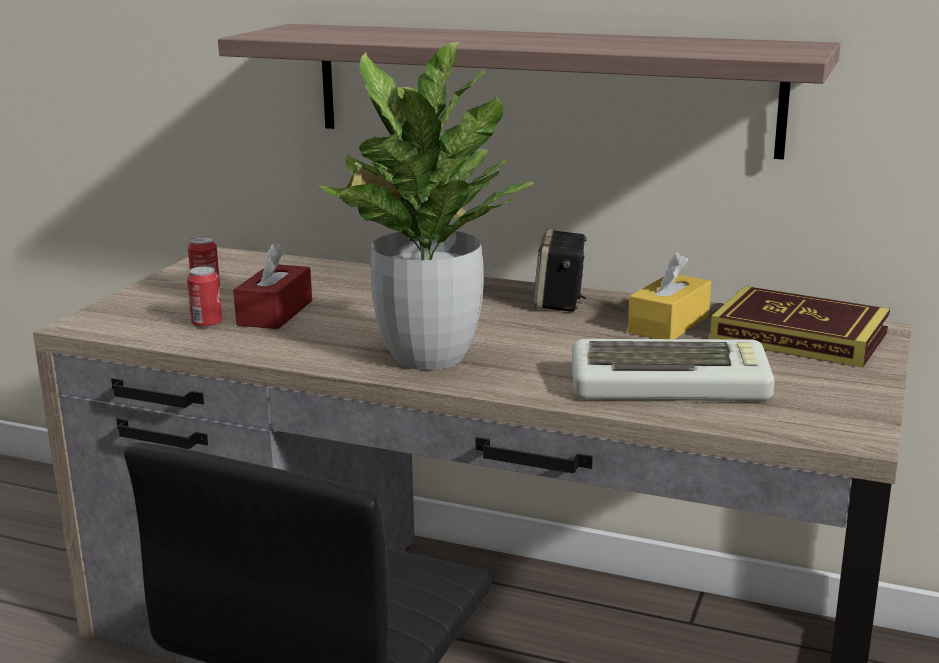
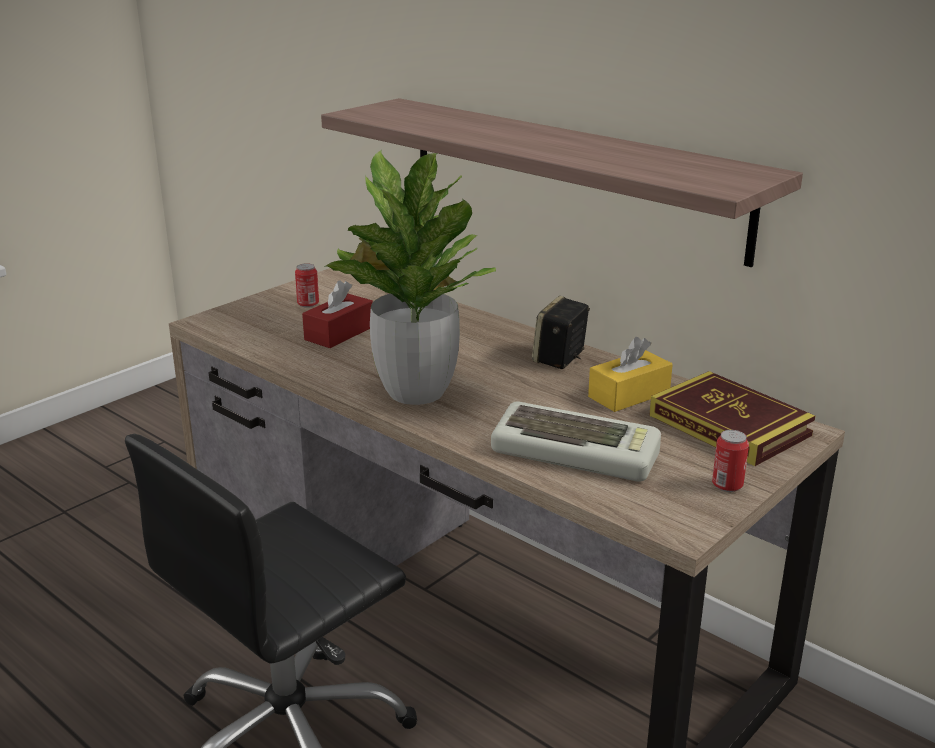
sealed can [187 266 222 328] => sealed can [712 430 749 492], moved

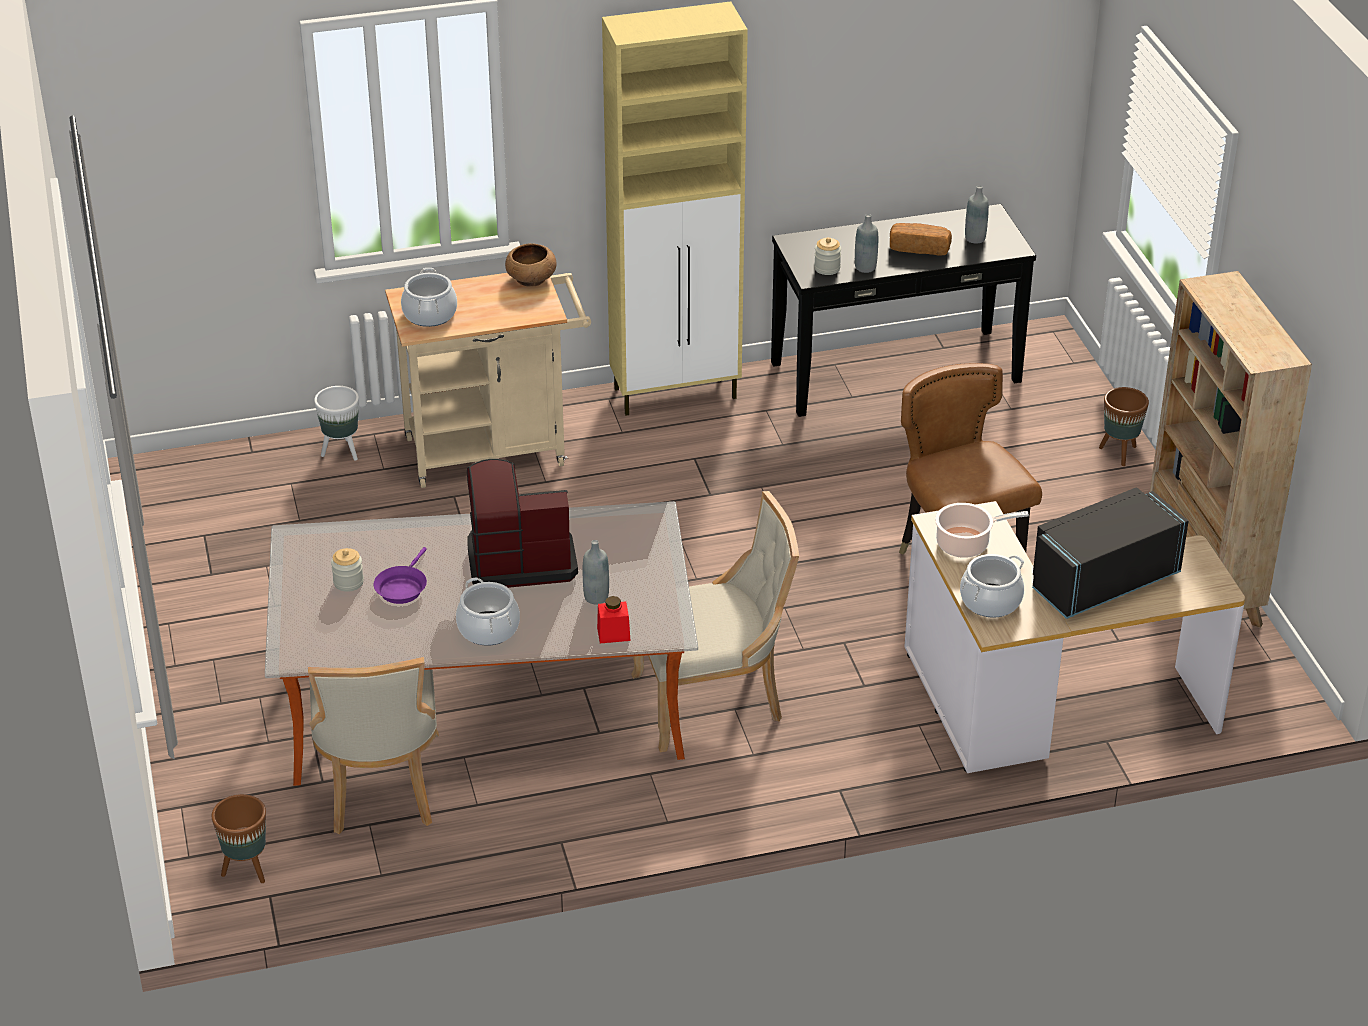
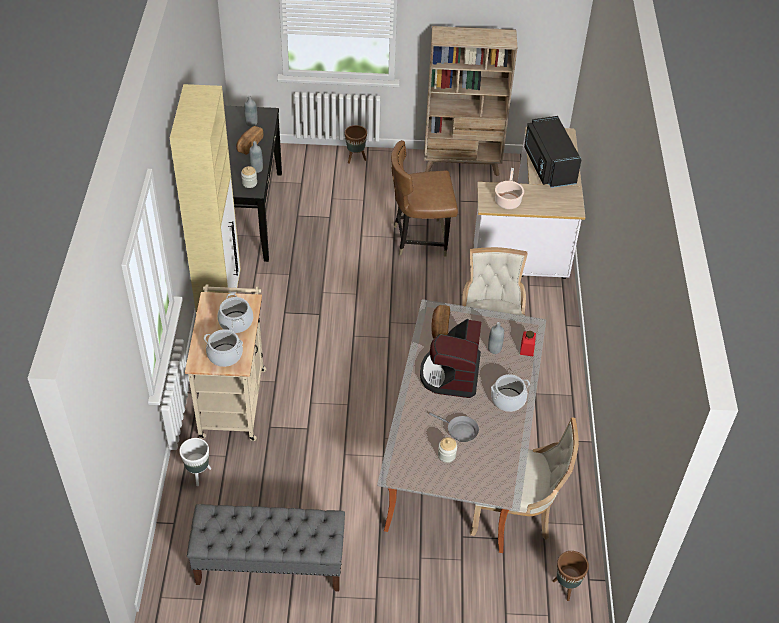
purplish frying pan [373 547 427 604] => greyish frying pan [429 412 479 442]
brown-coloured deep dish [505 243 557 287] => nothing
cooking pot [960 554 1024 618] => cooking pot [217 293 253 333], moved
nothing => greyish bench [187 504 345 591]
nothing => bread [432 305 450 339]

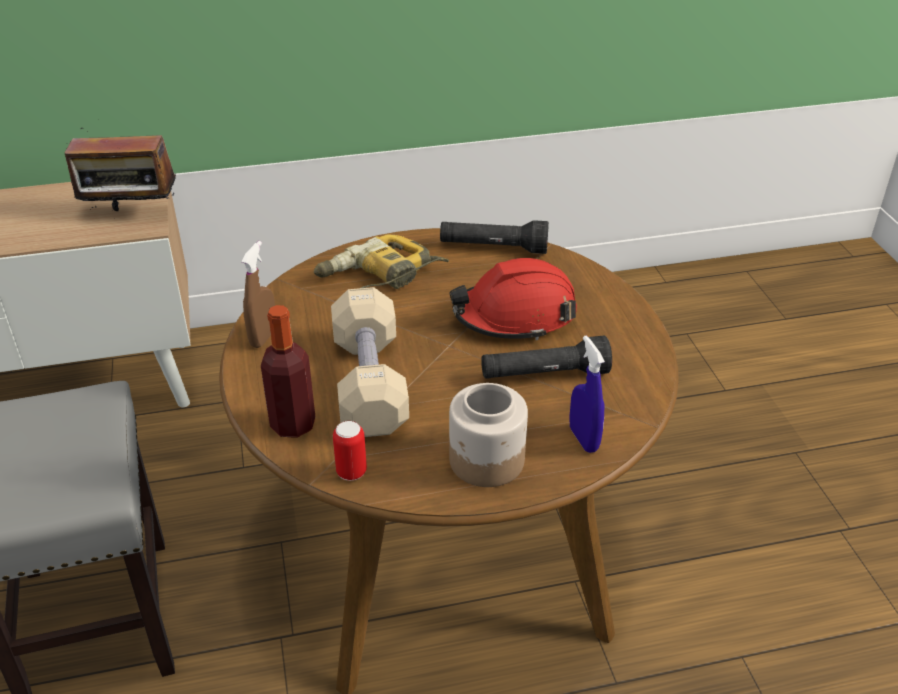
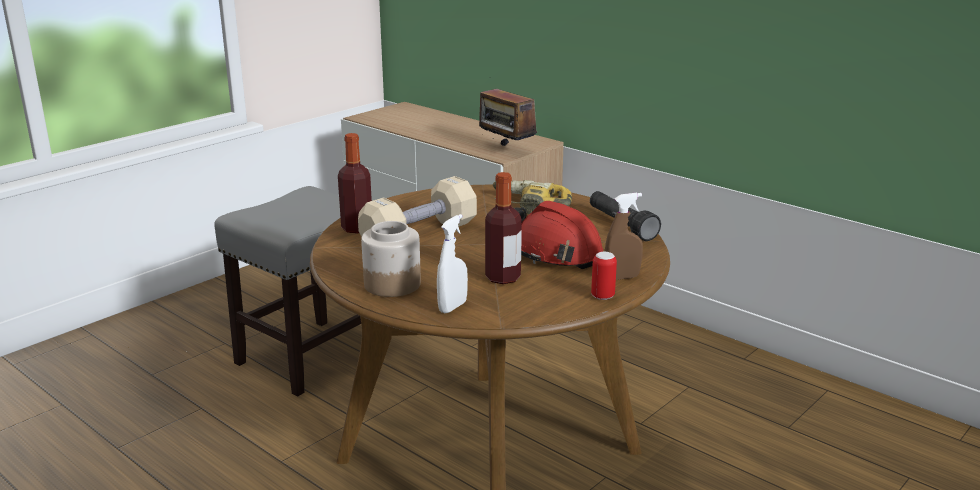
brown-coloured spray bottle [241 241 275 348] => brown-coloured spray bottle [605 193 643 280], moved
sealed can [333 421 367 481] => sealed can [591 252 617 300], moved
black flashlight [481 335 612 378] => drink bottle [485 172 522 284]
blue-coloured spray bottle [569 336 605 453] => white-coloured spray bottle [437 214 468 313]

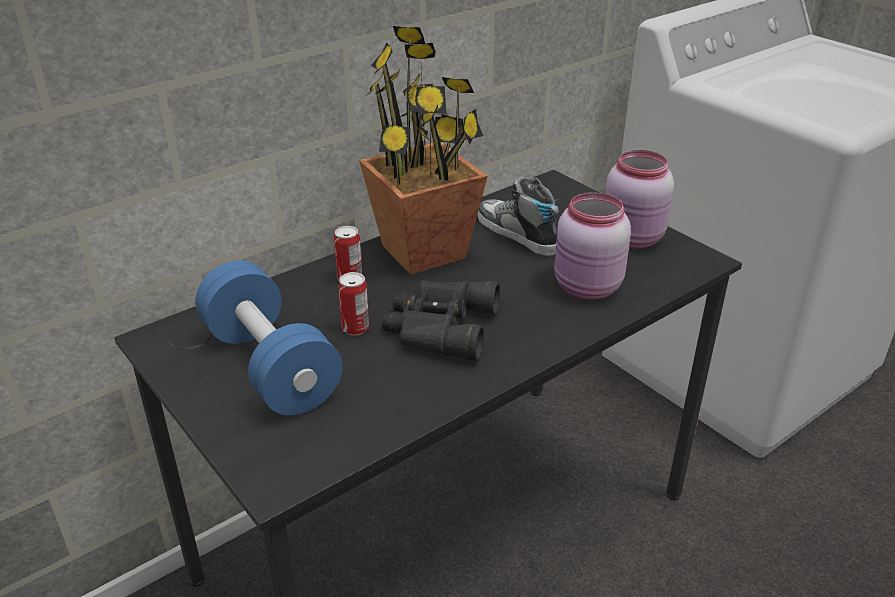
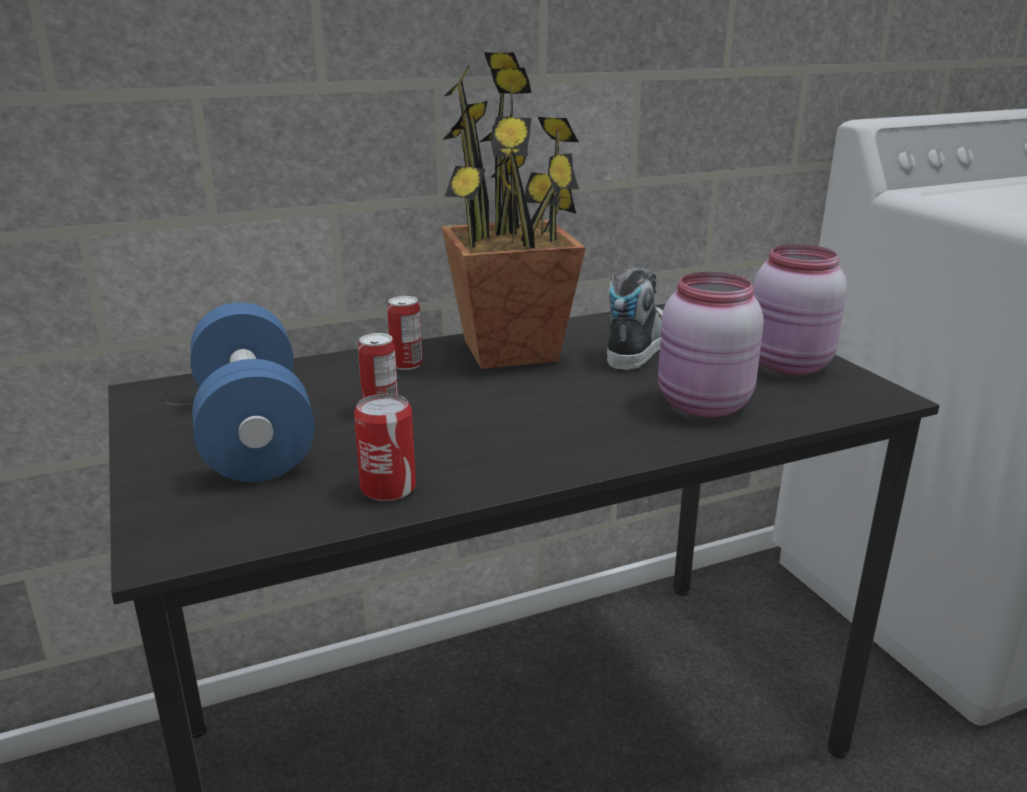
black pair of binoculars [382 280 500 361] => nothing
shoe [477 176 559 256] => shoe [607 268 663 370], 45 degrees clockwise
nothing => sealed can [354 394 416 501]

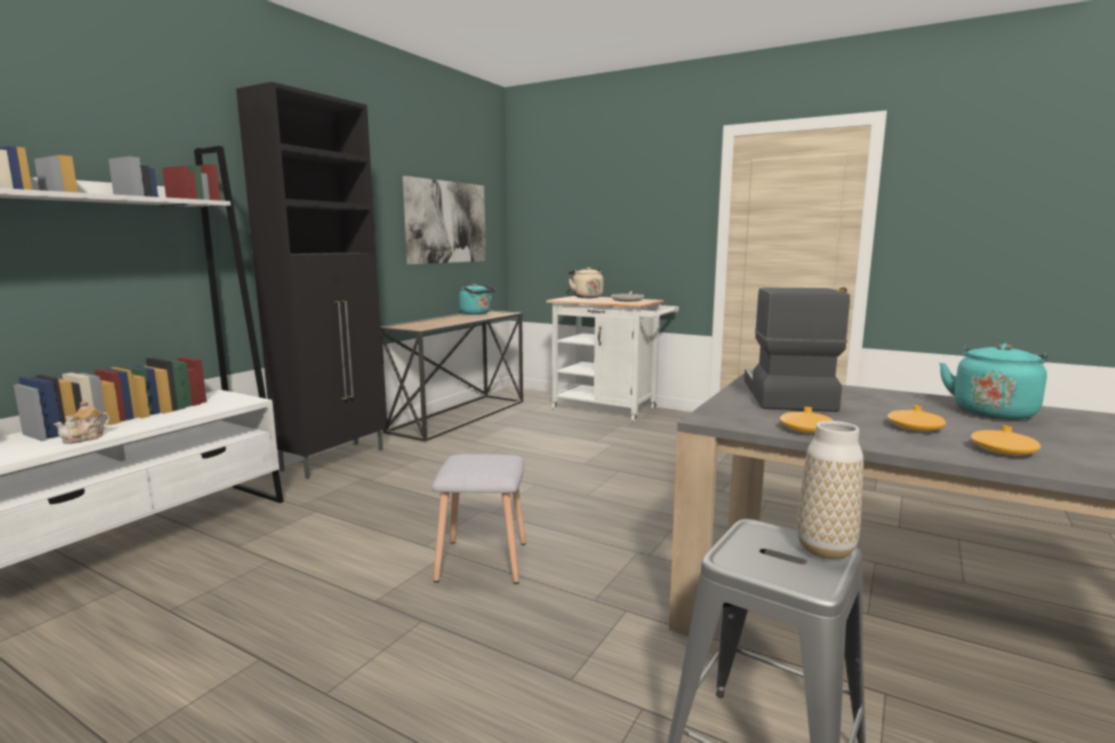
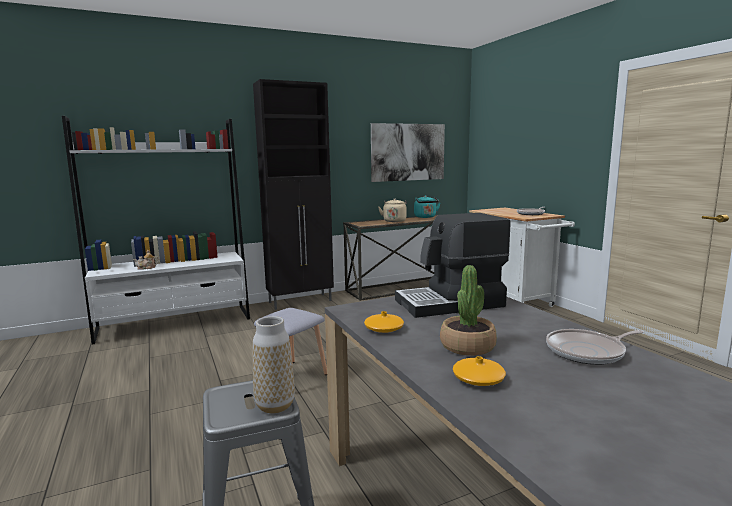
sand-coloured tea kettle [568 267 603 298] => sand-coloured tea kettle [378 199 407 222], moved
coffee machine [744 287 850 412] => coffee machine [395 213 511 318], 150 degrees counterclockwise
orange-coloured flower vase [887 405 946 431] => plant in a pot [440 265 497 356]
turquoise tea kettle [940 343 1048 420] => frying pan [546 329 644 365]

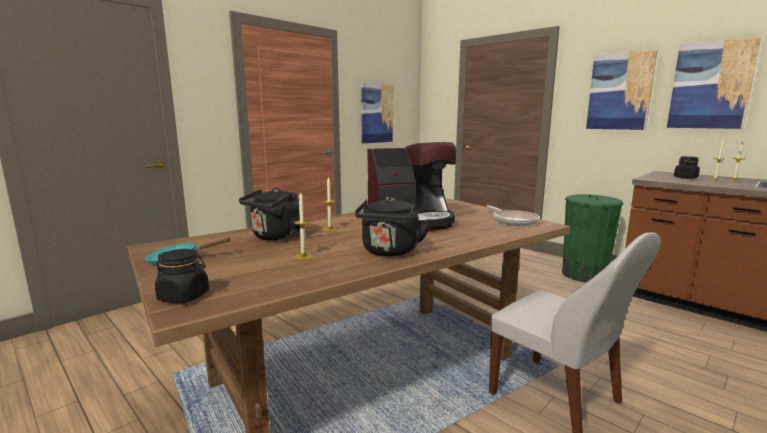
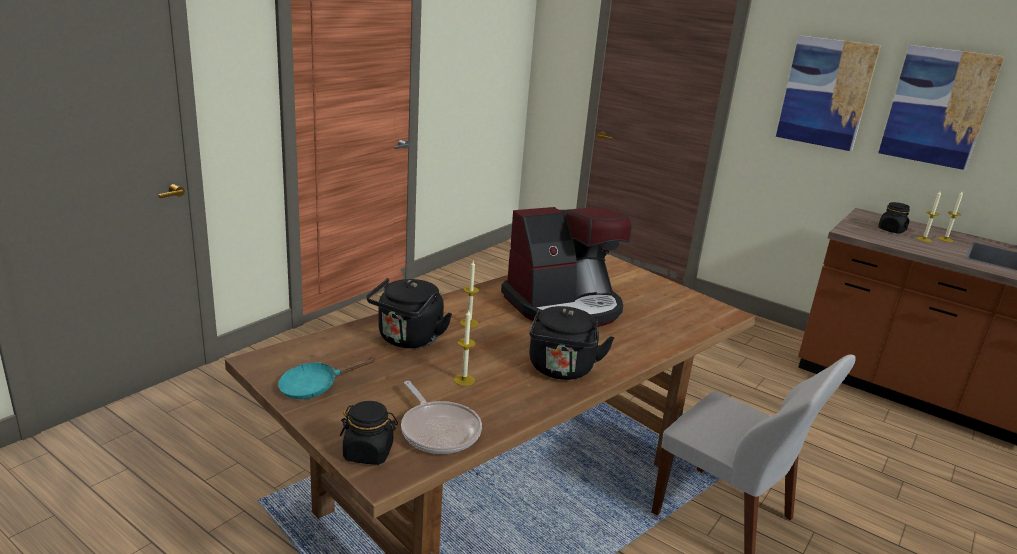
wall picture [361 82 394 143] => nothing
frying pan [486 205 540 226] => frying pan [401 381 482 454], moved
green waste bin [562 194 623 283] => nothing

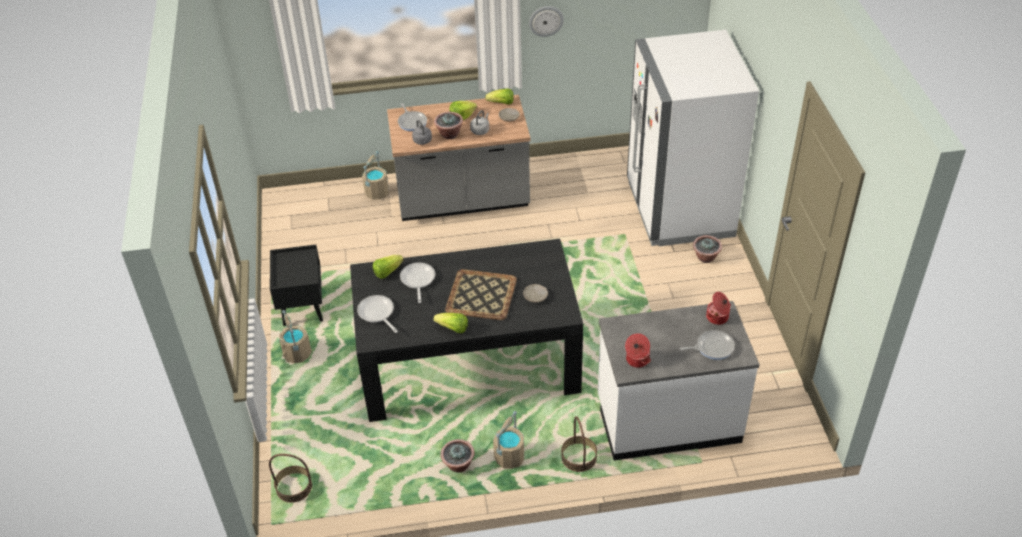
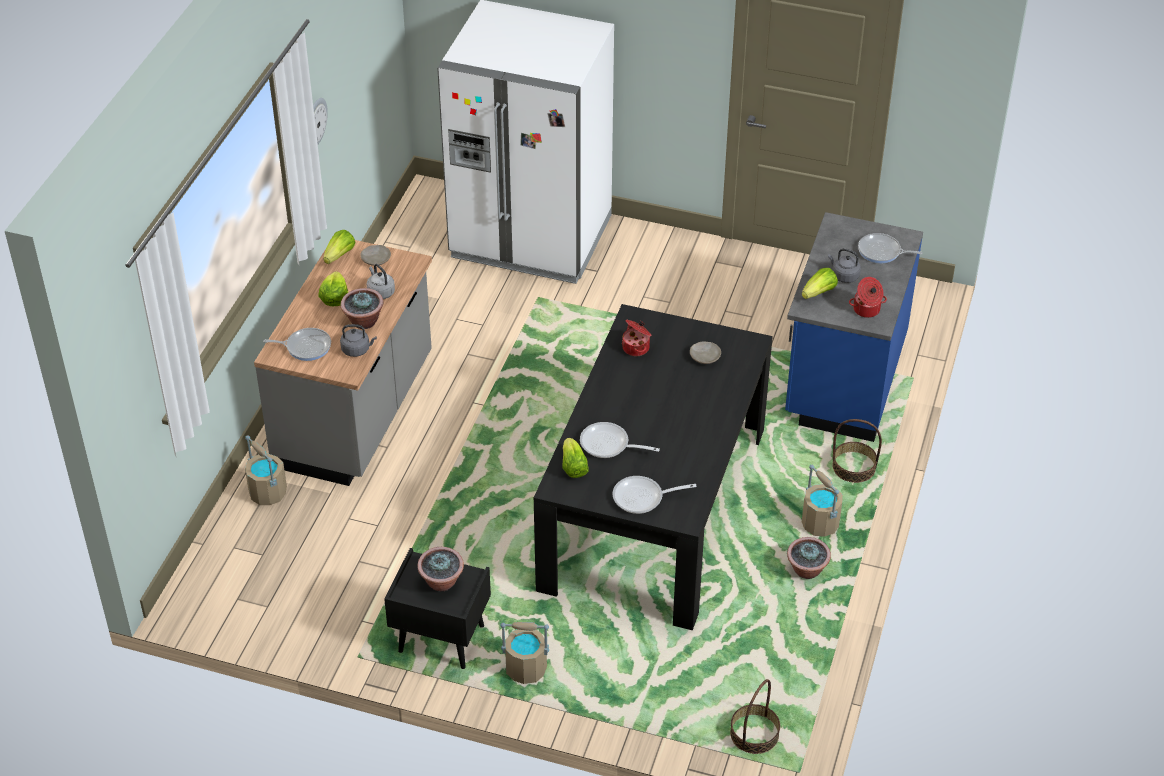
lettuce head [433 313 468 333] => lettuce head [802 268 838 299], moved
carrying tray [445 269 517 320] => nothing
white-coloured kitchen base unit [598 301 760 461] => blue-coloured kitchen base unit [785 212 923 442]
frying pan [680 330 735 360] => frying pan [858 233 923 263], 90 degrees counterclockwise
plant in a pot [693 235 722 263] => plant in a pot [417 547 464 591], moved
cooking pot [706 292 731 325] => cooking pot [622 320 652 356], moved
nothing => greyish tea kettle [828 248 861 283]

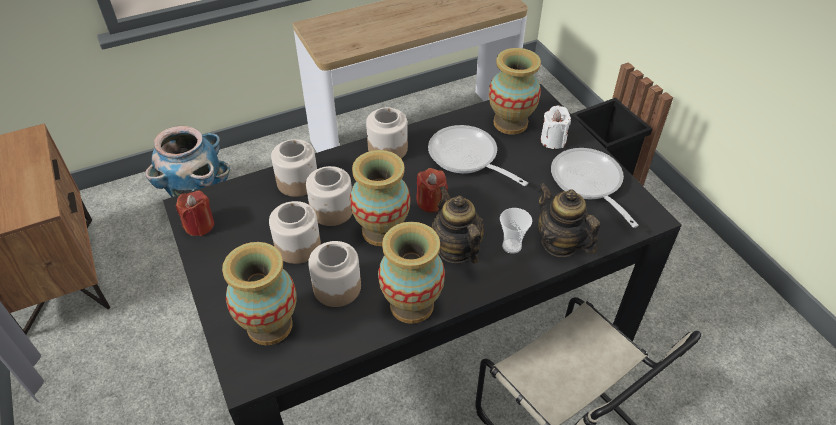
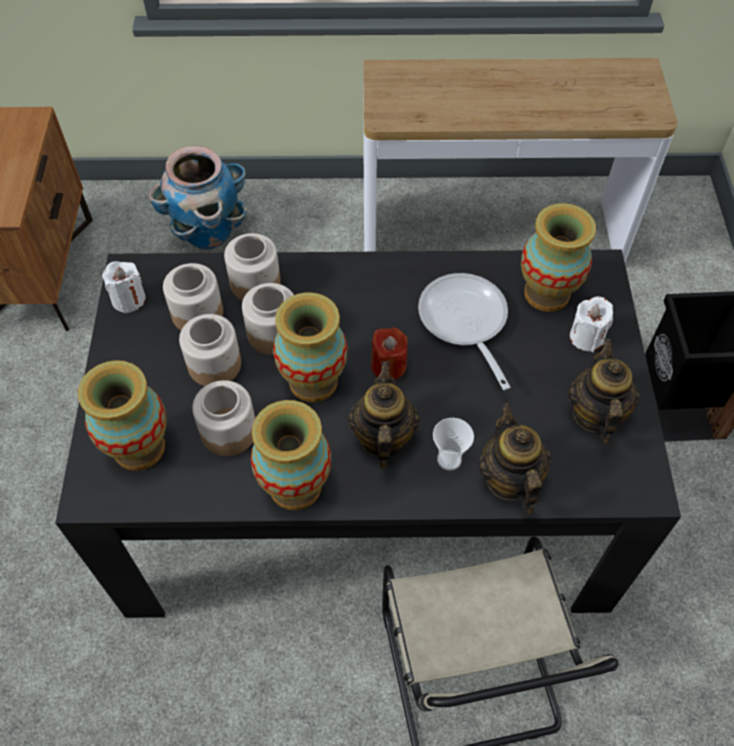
red-coloured wax candle [176 190 214 236] => white-coloured wax candle [102 261 146 314]
preserve jar [366 107 408 158] => preserve jar [163 263 223 330], moved
frying pan [551 148 639 228] => pot for tea [568 338 640 443]

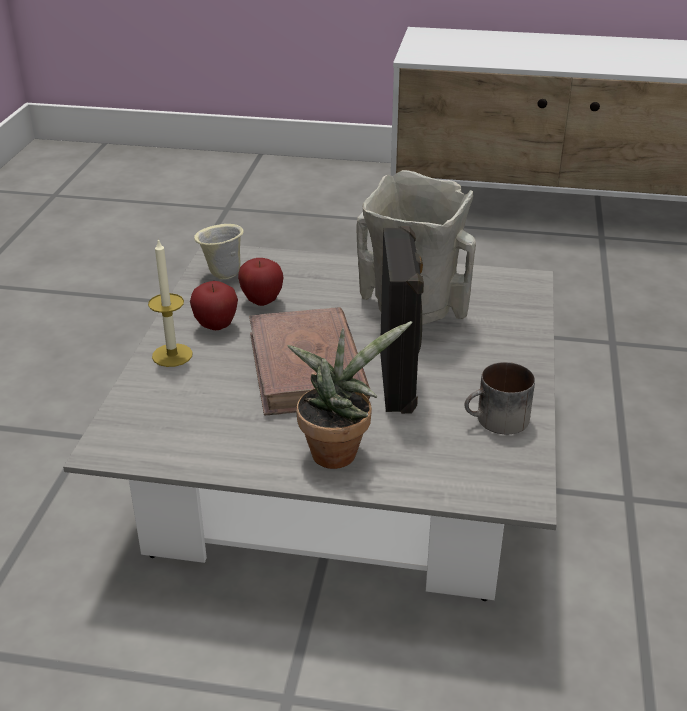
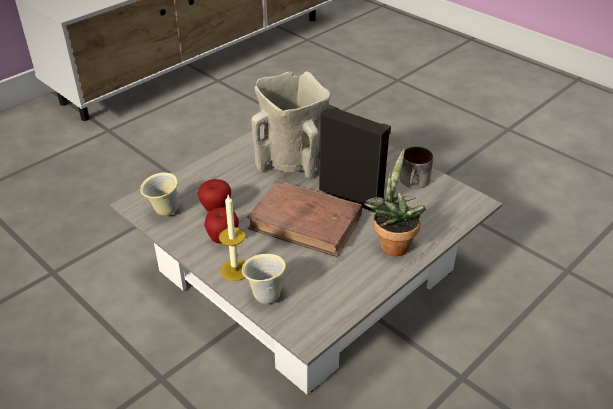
nothing => sand-coloured coffee mug [242 254 286 304]

